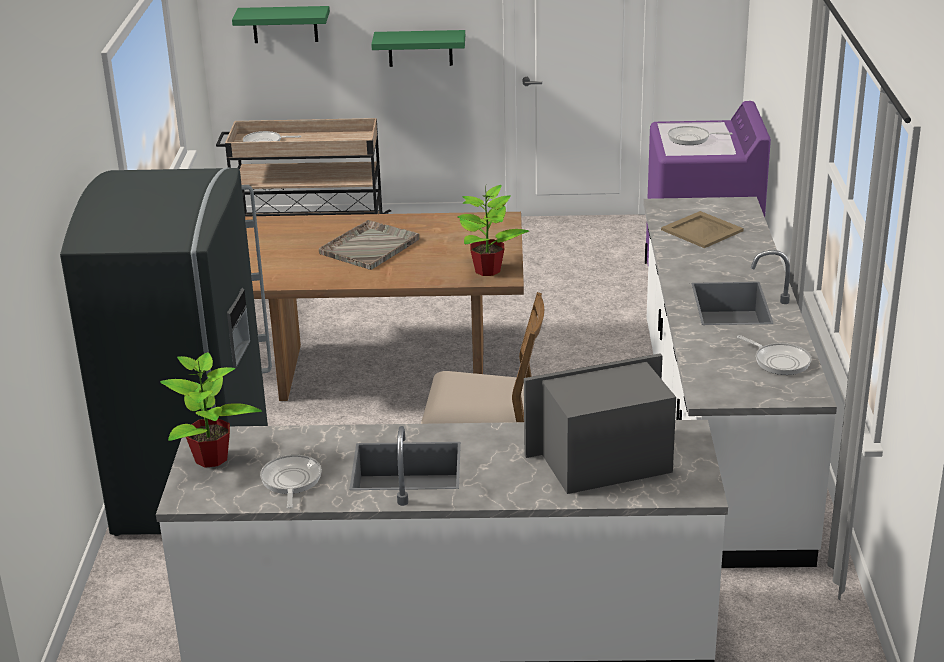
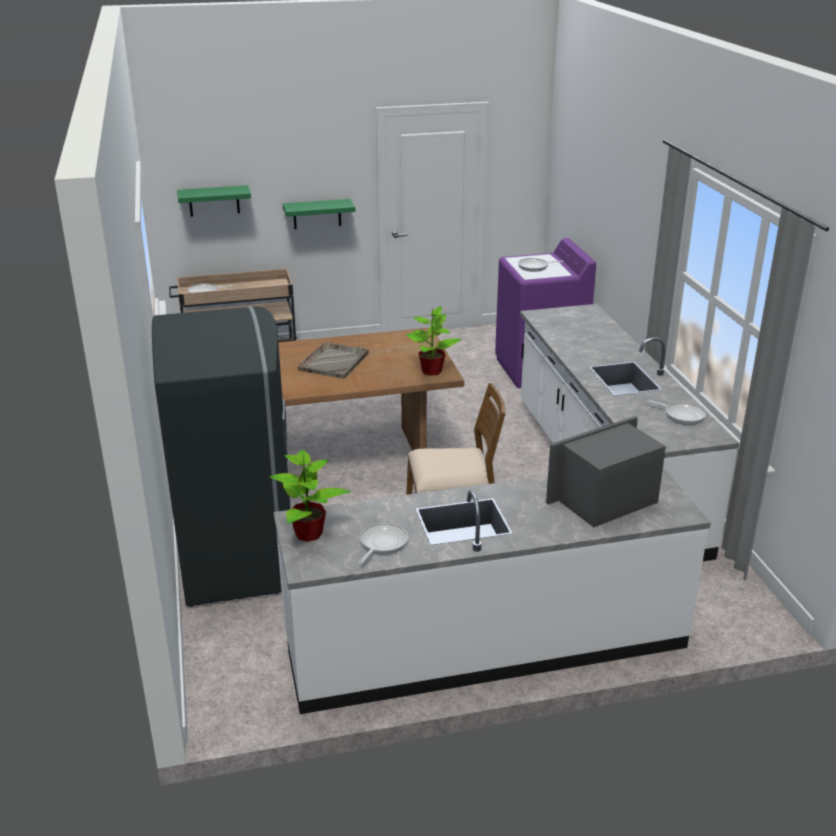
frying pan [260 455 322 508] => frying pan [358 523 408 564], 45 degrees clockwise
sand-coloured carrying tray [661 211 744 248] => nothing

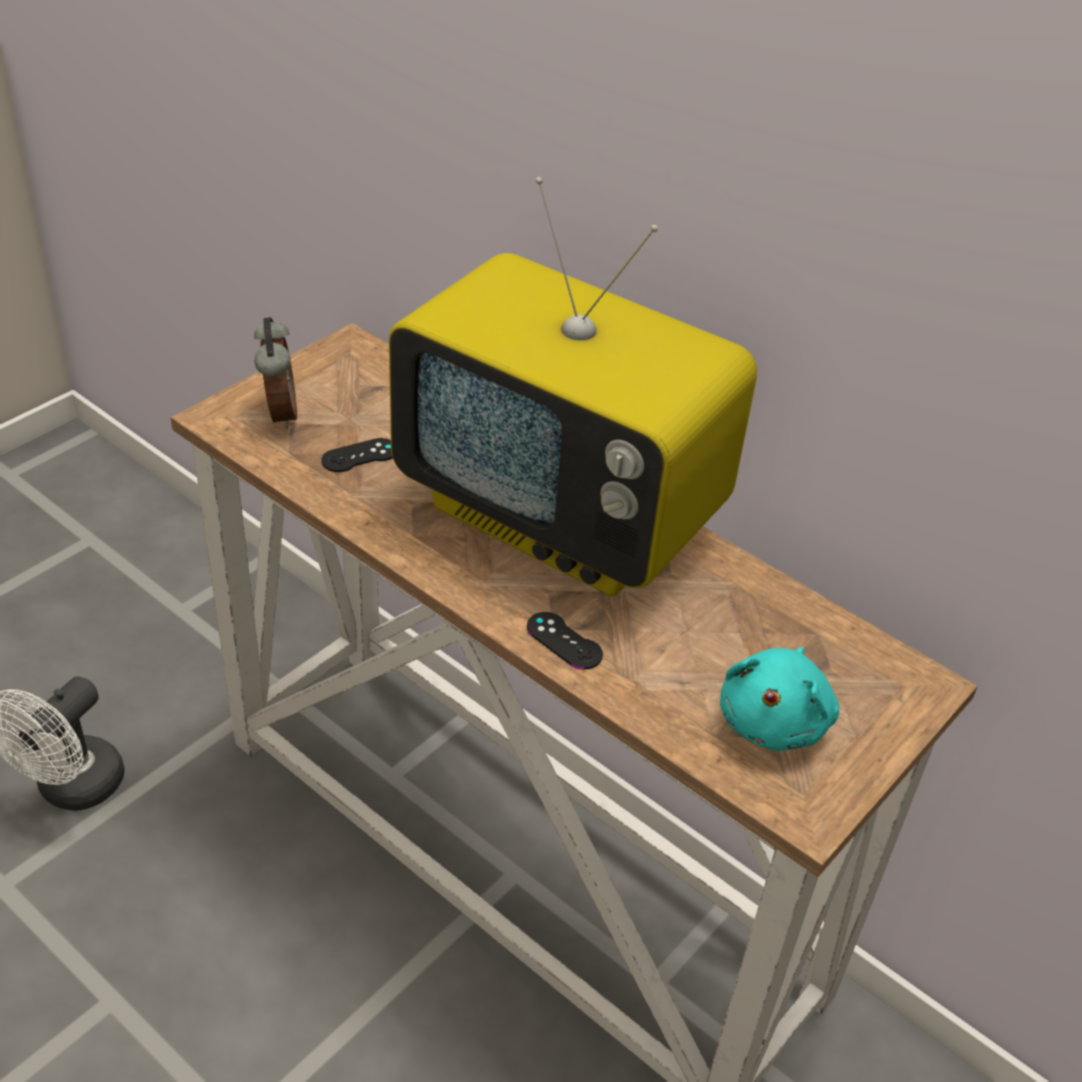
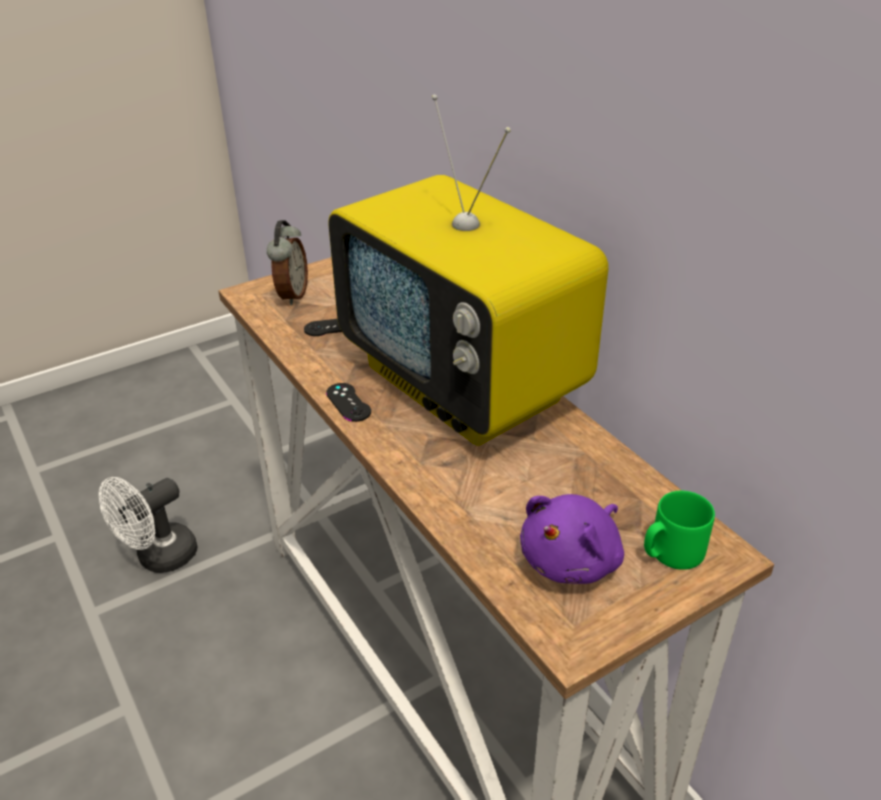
black game controller [527 612 603 669] => black game controller [326 383 371 422], moved
turquoise soft toy [720 647 839 751] => purplish soft toy [520 494 624 584]
nothing => green coffee mug [644 491 715 570]

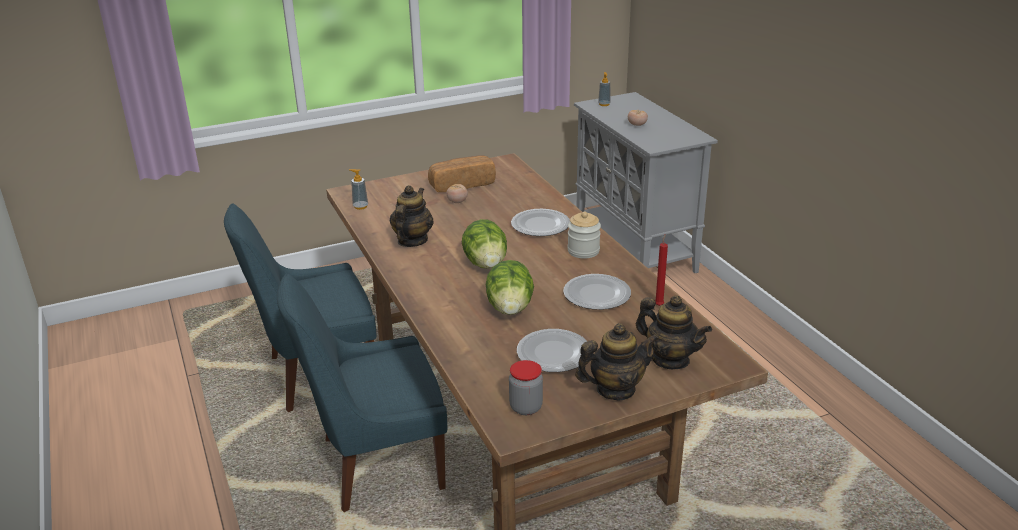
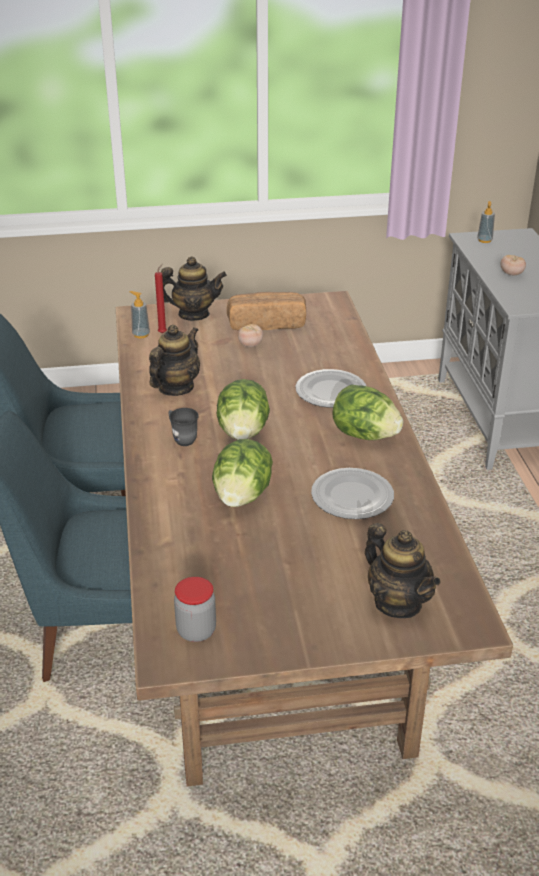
plate [517 329 587 372] => nothing
preserve jar [568 212 601 259] => lettuce head [332 384 403 440]
pot for tea [575 323 659 400] => pot for tea [161 256 227 321], moved
red-coloured wax candle [655 234 668 306] => red-coloured wax candle [155 264 167 334], moved
nothing => greyish coffee mug [169 408 199 446]

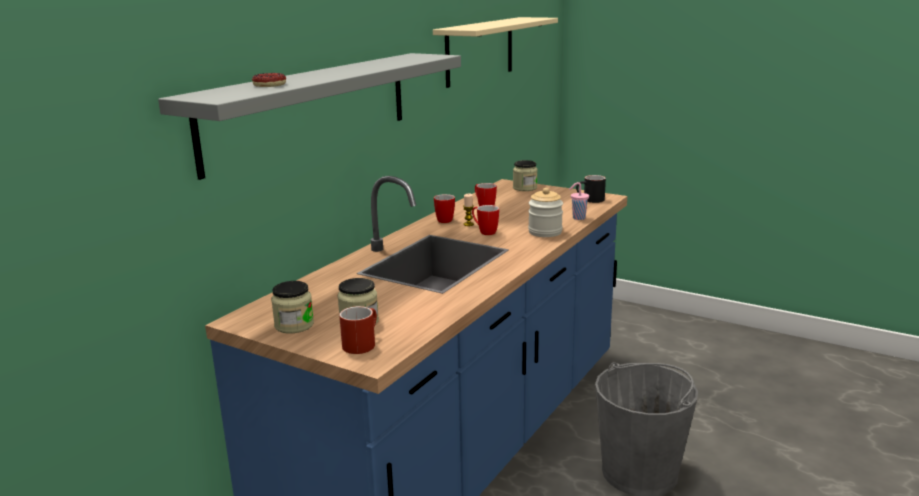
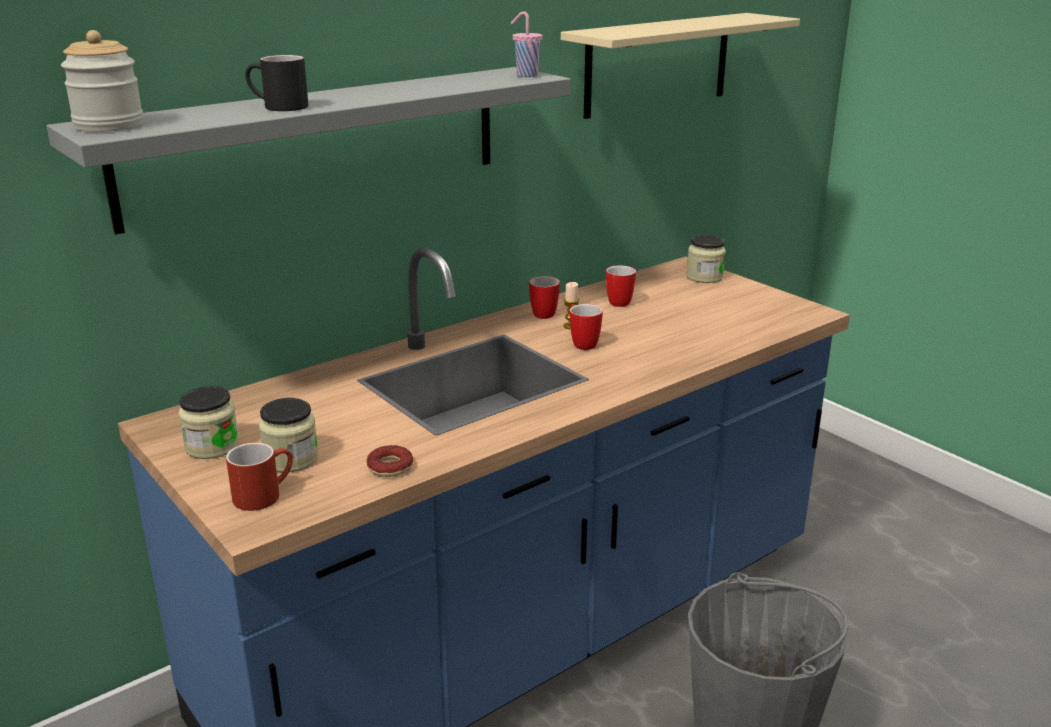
donut [252 73 286 87] => donut [367 445 413 477], moved
preserve jar [528 188 563 237] => preserve jar [61 30 144 132], moved
pinkish cup [569 182 589 220] => pinkish cup [511 11 543 77], moved
black coffee mug [576 175 606 203] => black coffee mug [245 55 308 111], moved

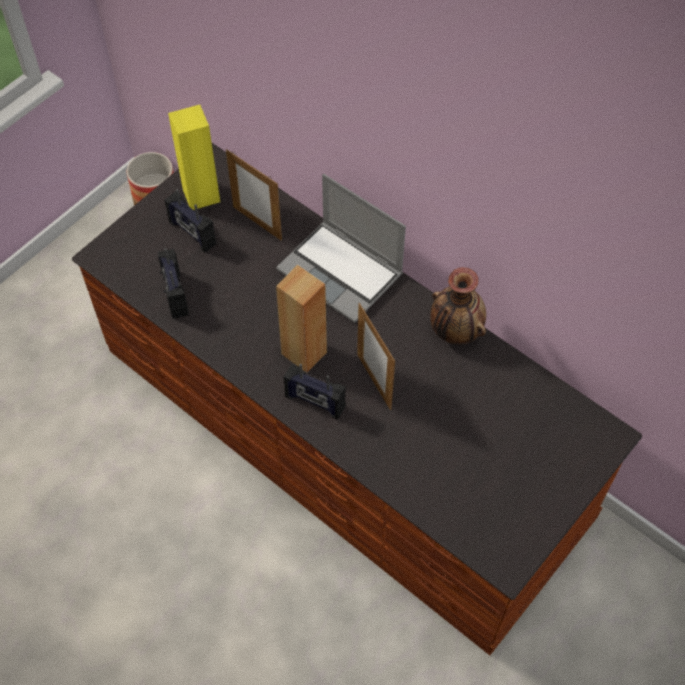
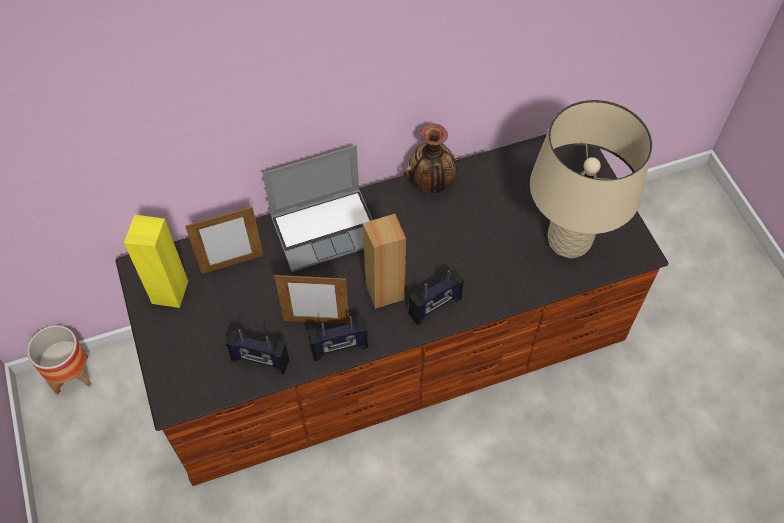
radio receiver [164 189 217 253] => radio receiver [308 316 368 361], moved
standing frame [357 303 395 410] => standing frame [274 274 350 324], moved
nothing => sand-coloured lamp for a table [530 100 652 259]

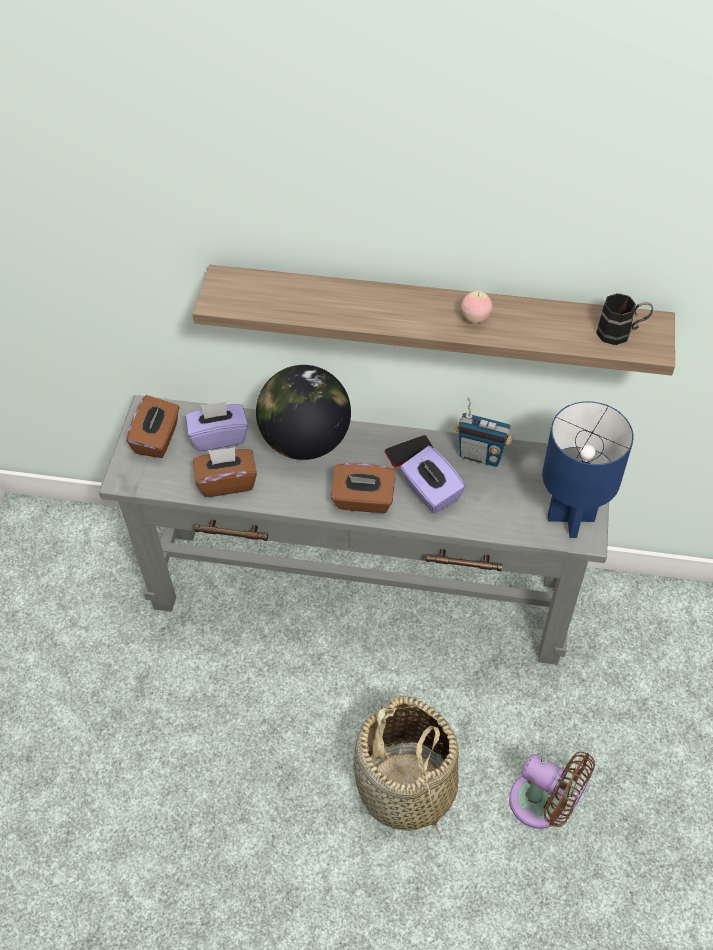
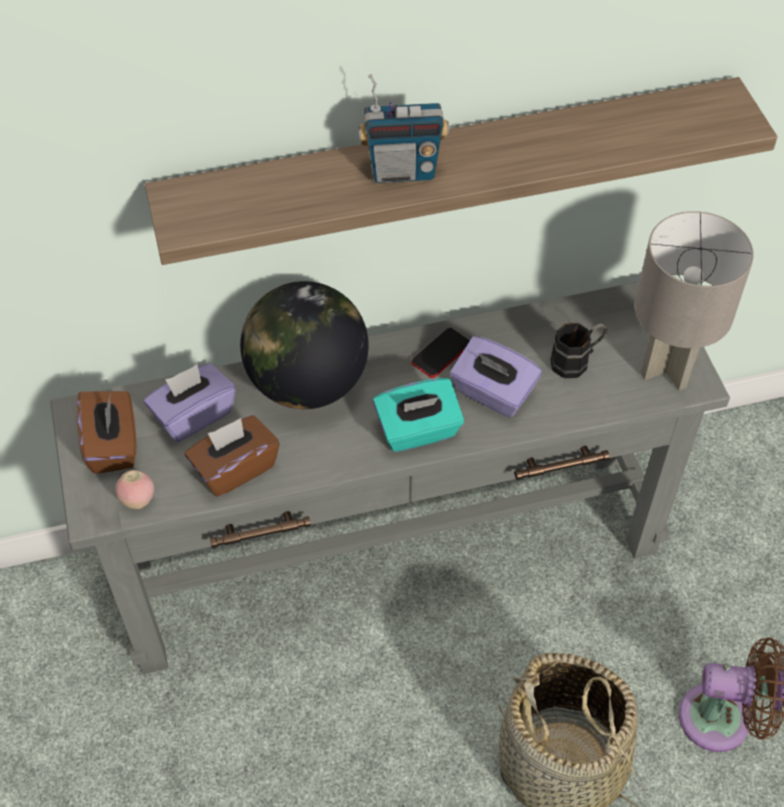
brown-coloured tissue box [331 463 396 513] => turquoise tissue box [373 378 464 452]
radio receiver [454 397 513 467] => radio receiver [358 74 449 183], moved
apple fruit [461 291 493 323] => apple fruit [115 470 154 509], moved
blue-coloured lamp for a table [542 401 634 538] => greyish lamp for a table [635 211 754 390]
black coffee mug [596 293 653 345] => black coffee mug [550 323 607 378], moved

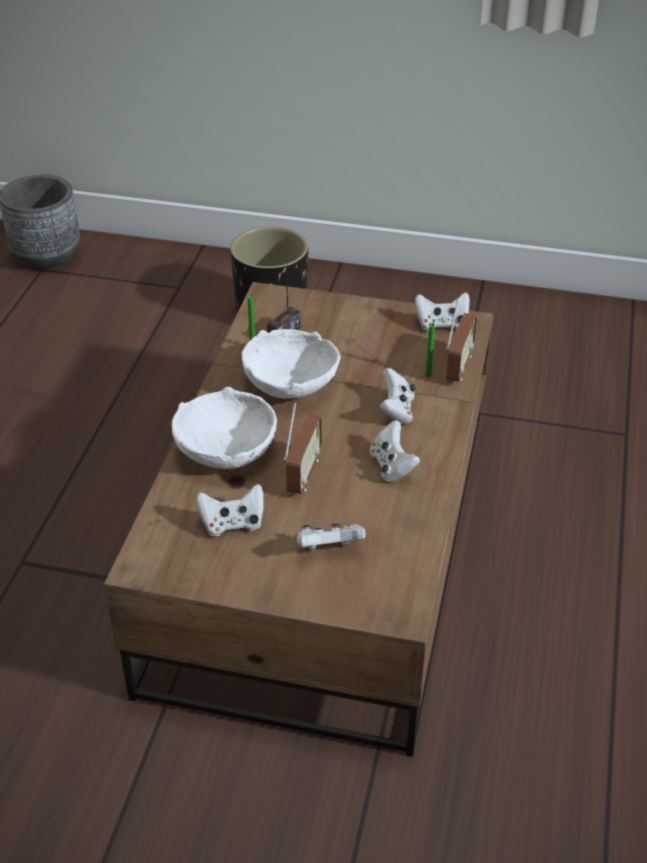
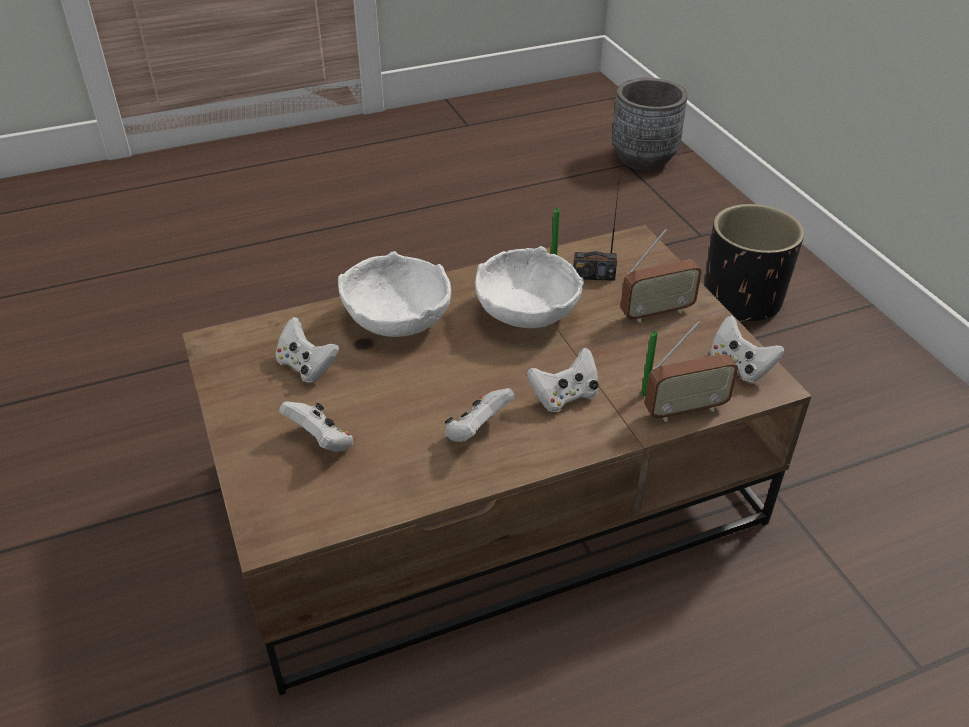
radio receiver [284 403 322 494] => radio receiver [621 229 702 323], moved

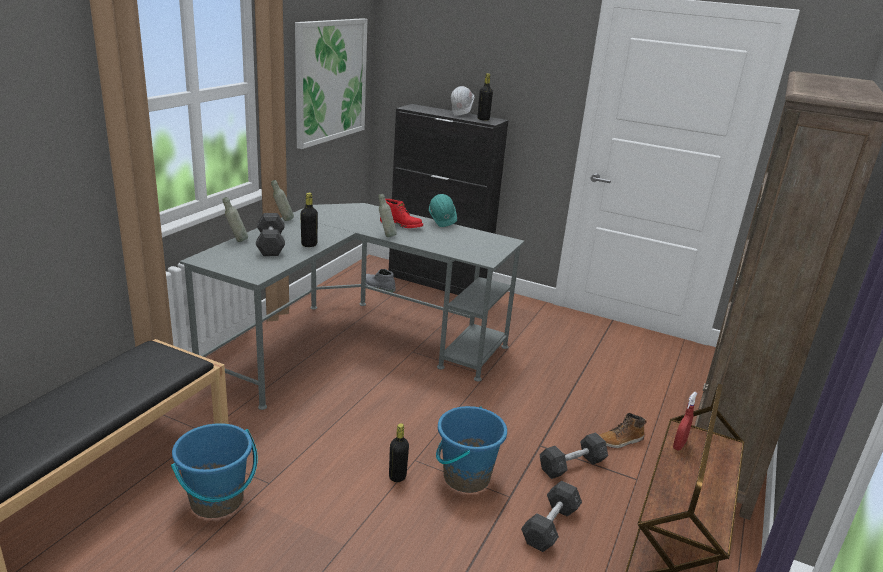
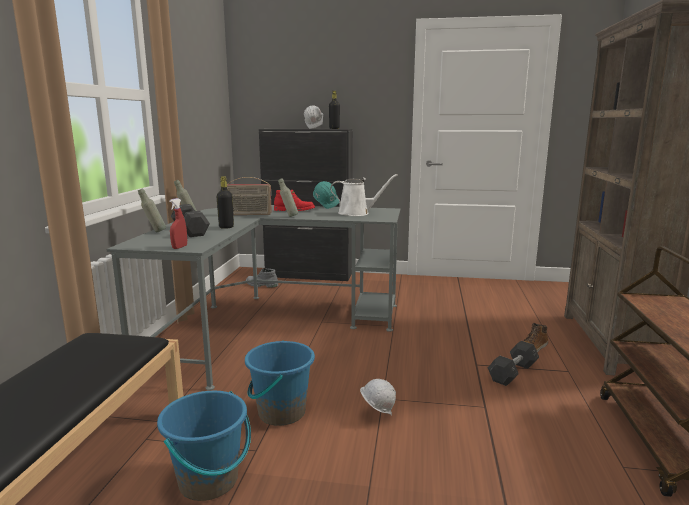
wall picture [295 18 367 149] => nothing
black drink bottle [389 423 409 482] => white-coloured work helmet [360 379 396 415]
blue-coloured pail [436 406 507 493] => blue-coloured pail [245 340 315 426], moved
greyish dumbbell [521 481 582 552] => nothing
red-coloured spray bottle [673 391 697 451] => red-coloured spray bottle [169 198 187 249], moved
nothing => radio receiver [227 177 272 215]
nothing => white-coloured sprinkling can [330 174 398 216]

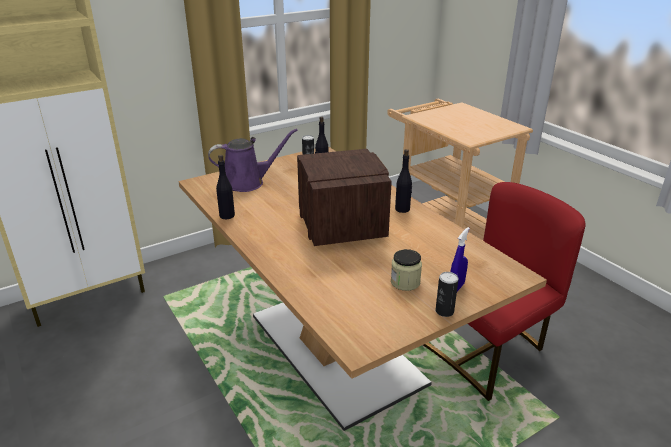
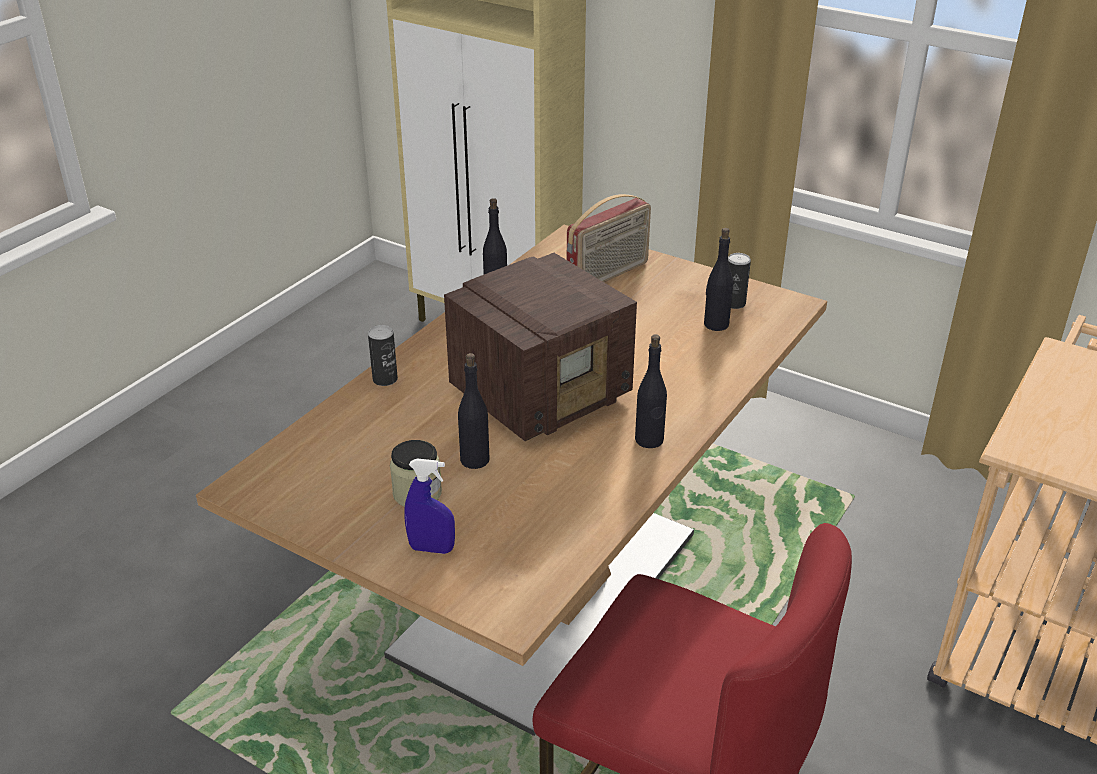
purplish sprinkling can [208 128 297 192] => radio receiver [567 194 651 282]
sealed can [436 272 459 317] => sealed can [368 325 398 386], moved
nothing => black drink bottle [458 353 489 469]

